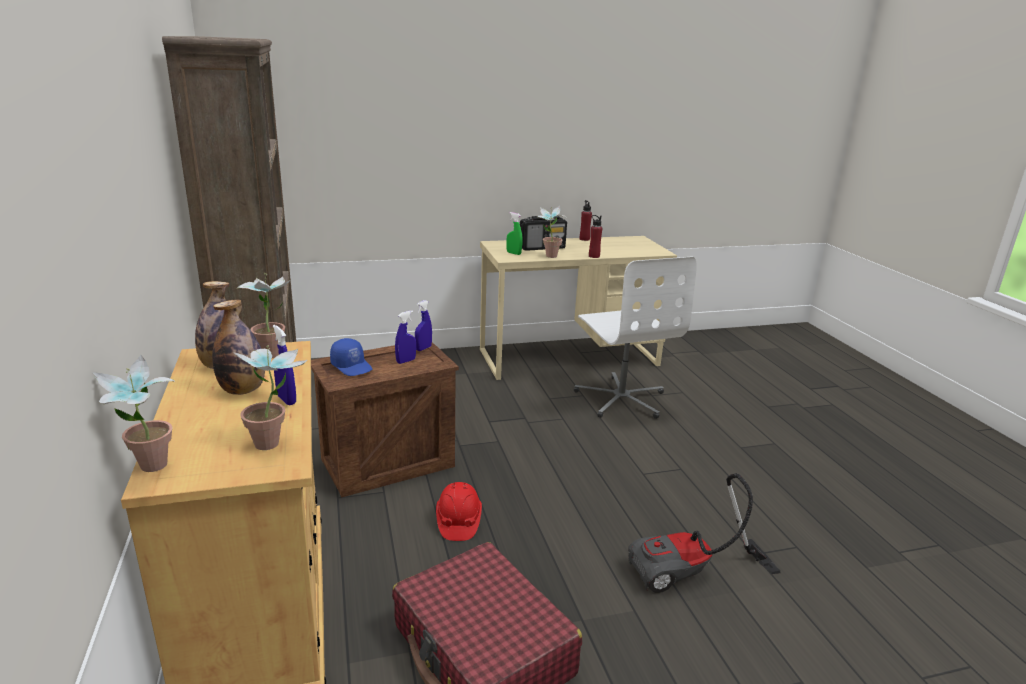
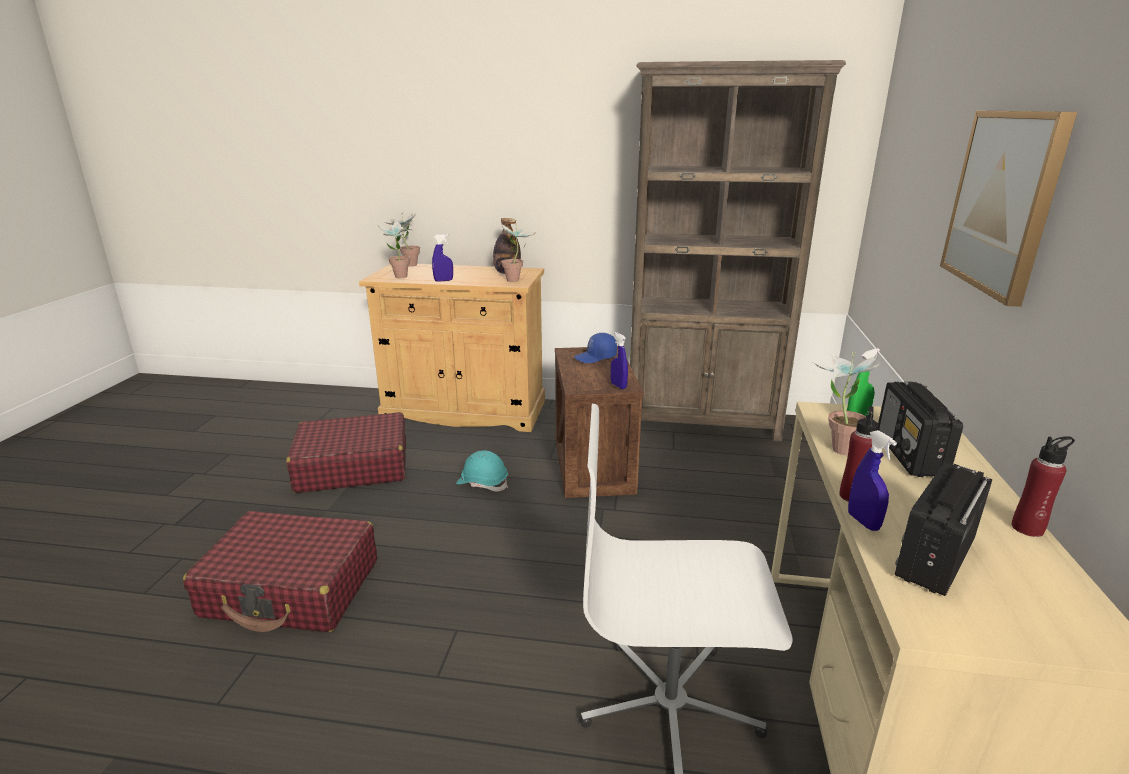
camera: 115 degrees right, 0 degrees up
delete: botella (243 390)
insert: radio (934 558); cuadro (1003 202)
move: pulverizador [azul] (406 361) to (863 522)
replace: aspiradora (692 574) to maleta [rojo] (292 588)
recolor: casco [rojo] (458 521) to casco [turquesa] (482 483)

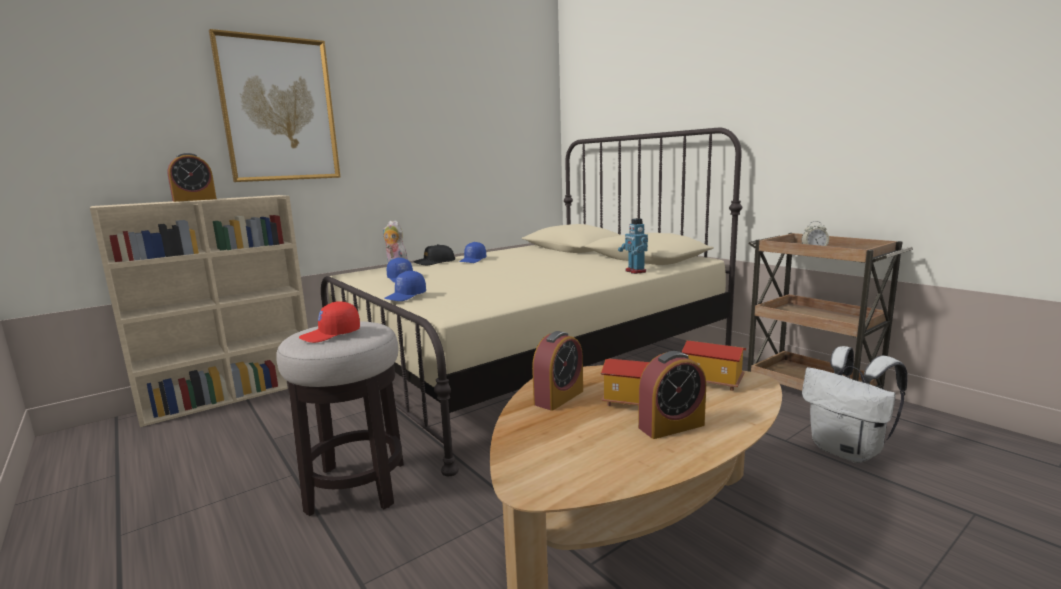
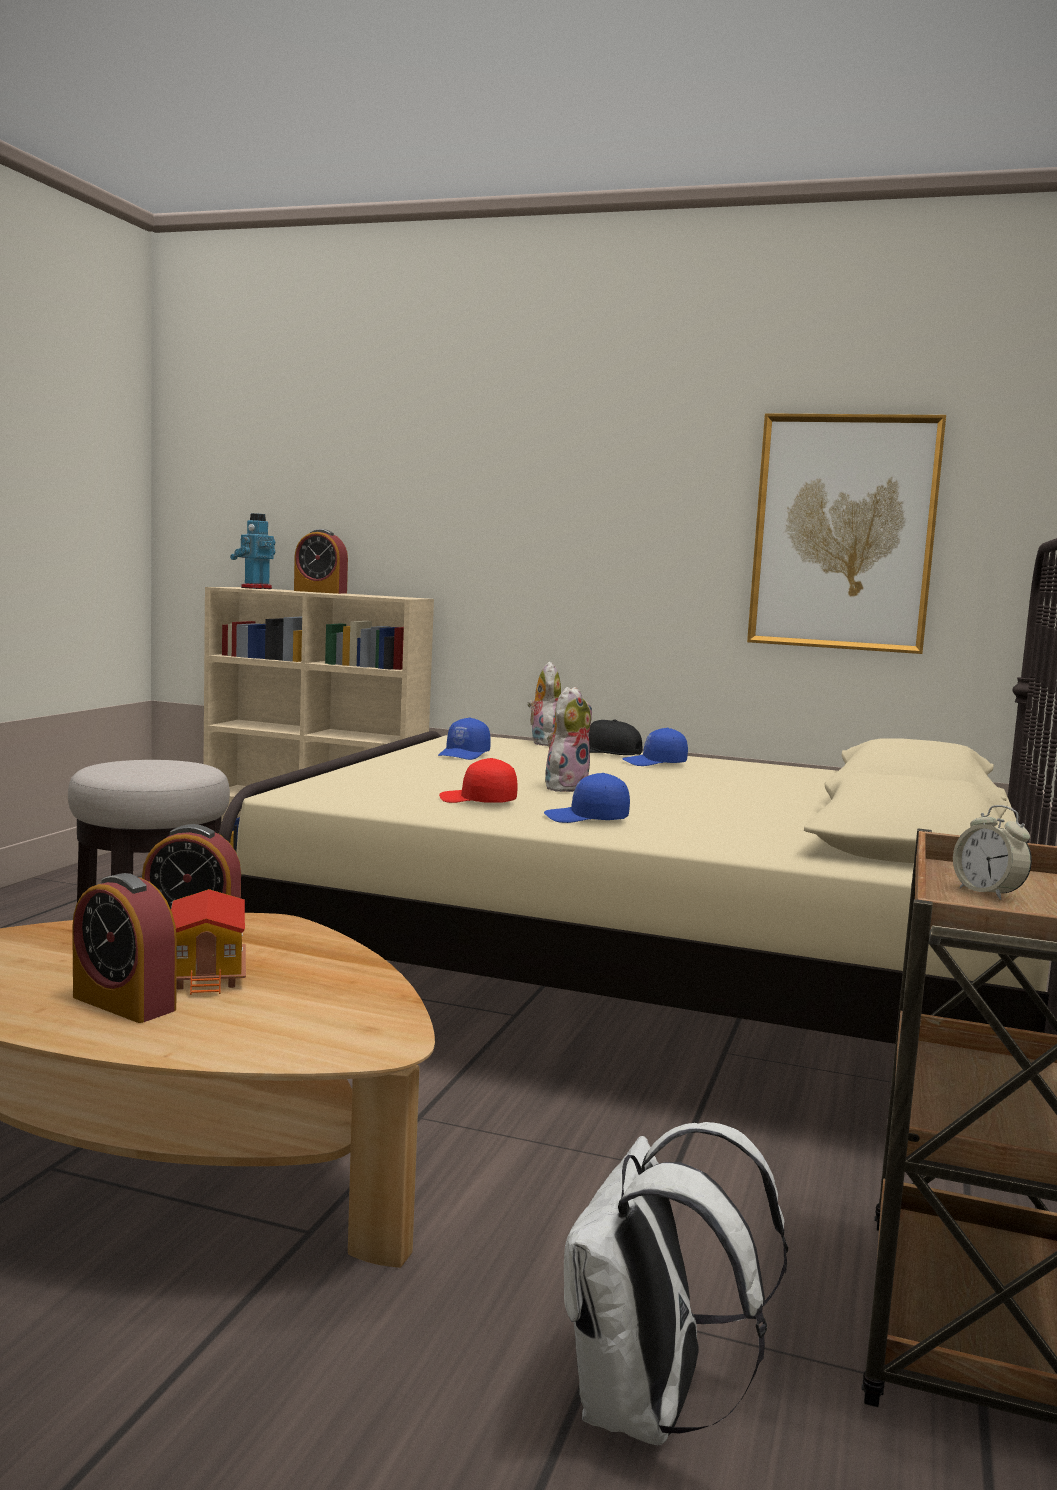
camera: 55 degrees right, 5 degrees down
delete: casita (712 381)
insert: peluche (565 787)
move: cuadro (279 110) to (843 533); gorra [rojo] (331 335) to (477 801); gorra [azul] (406 296) to (586 819); robot de juguete (635 271) to (255 588)

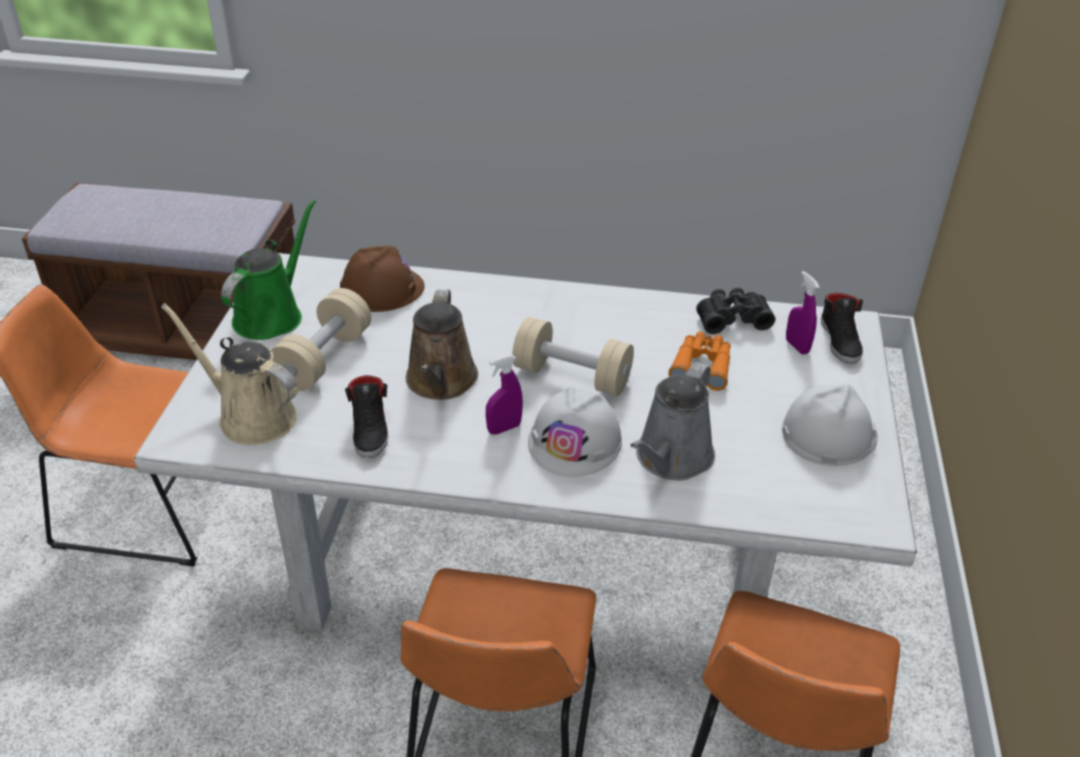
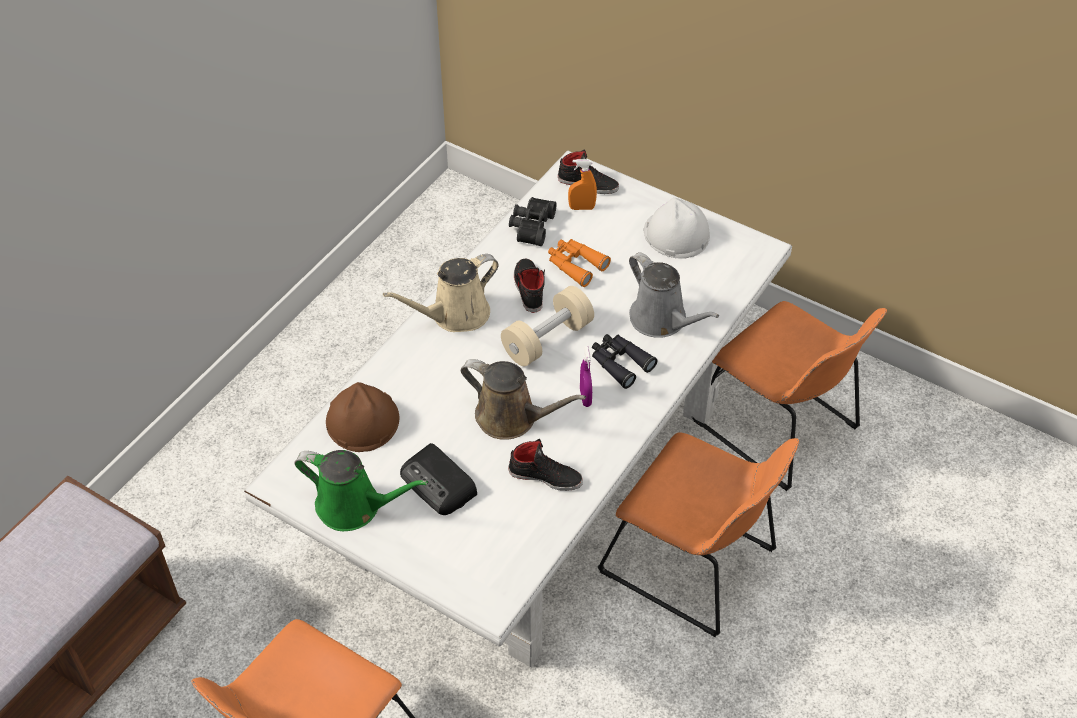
camera: 65 degrees left, 10 degrees up
insert: zapato [negro] (528 288)
move: regadera [beis] (251 416) to (455 315)
replace: mancuerna [beis] (324 358) to radio (439 484); casco [blanco] (575 442) to prismáticos [negro] (619 363)
recolor: pulverizador [morado] (797 346) to pulverizador [naranja] (582 208)
rotate: regadera [verde] (272 315) = (354 506) 150 degrees clockwise

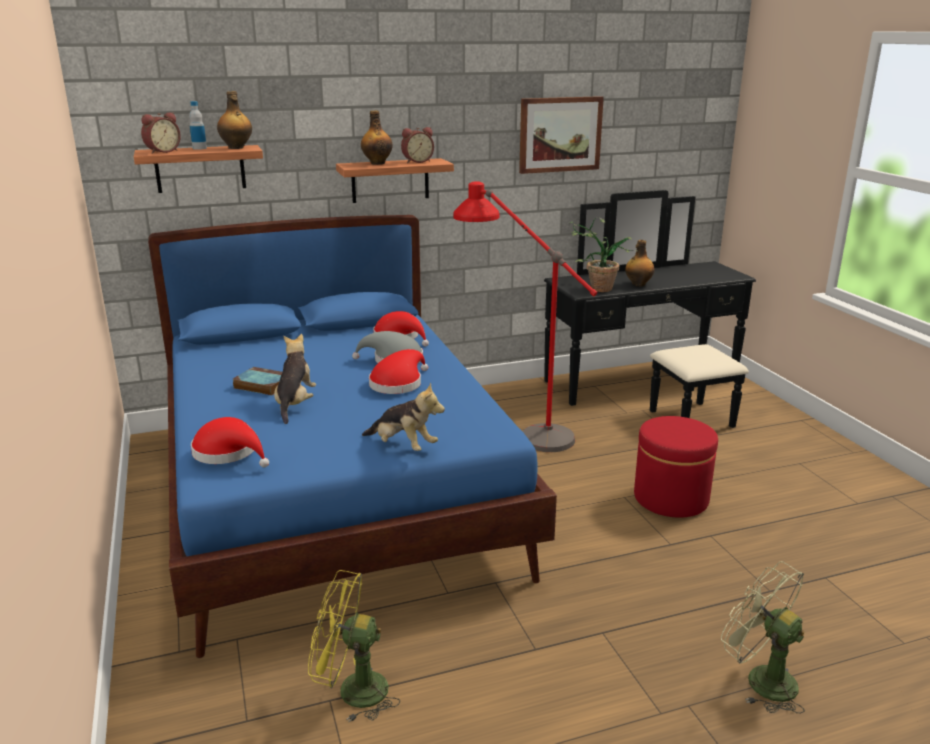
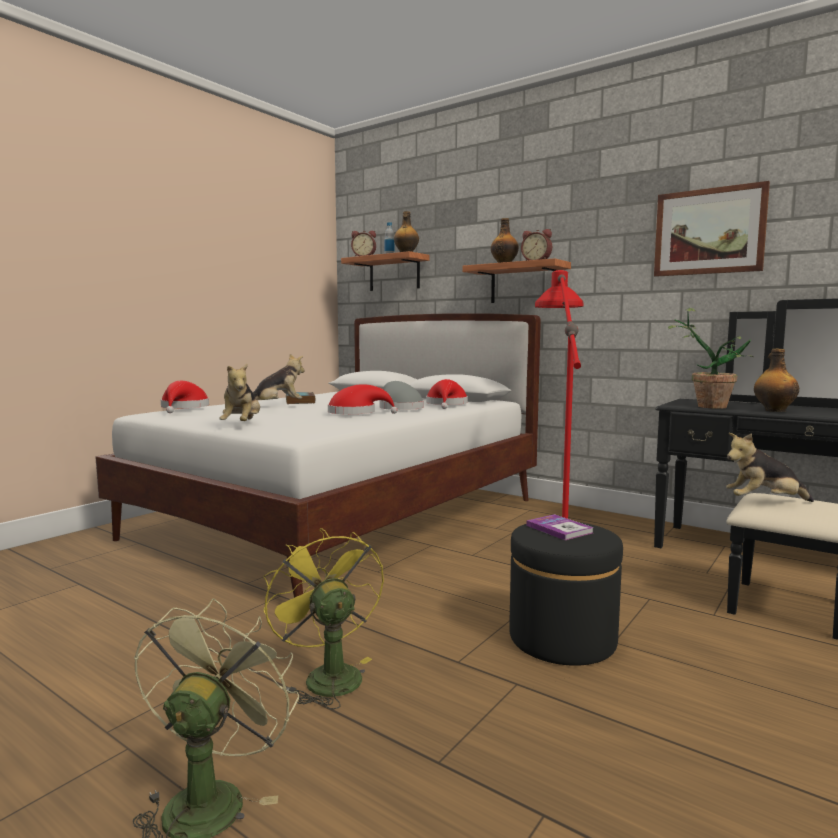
camera: 55 degrees right, 15 degrees down
insert: libro (559 529); peluche (764 502)
move: ventilador [amarillo] (352 691) to (326 675)
recolor: cama [azul] (335 494) to cama [blanco] (343 518); puf [rojo] (671 498) to puf [negro] (562 639)

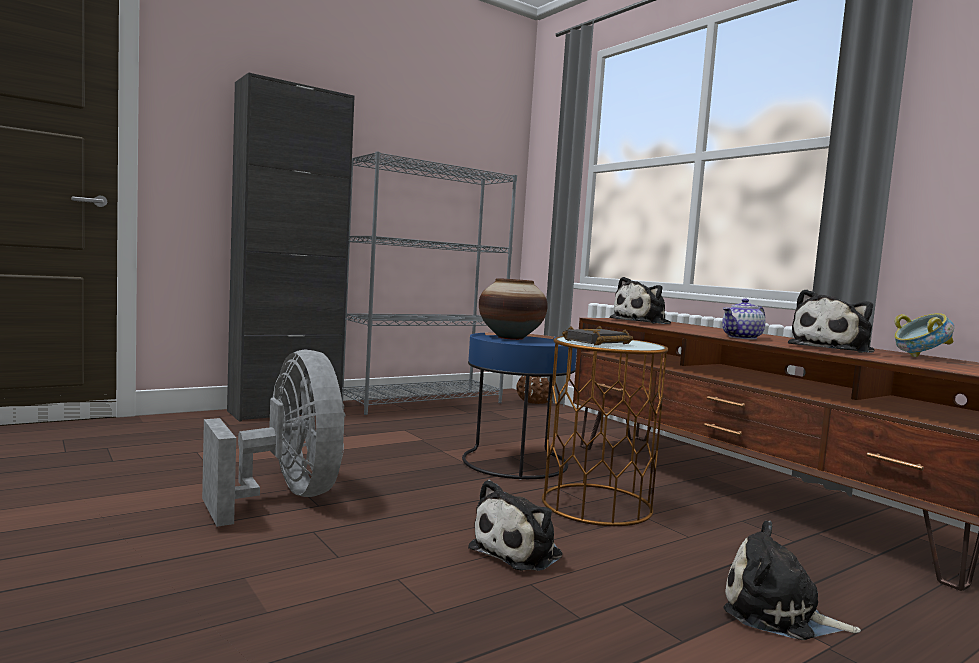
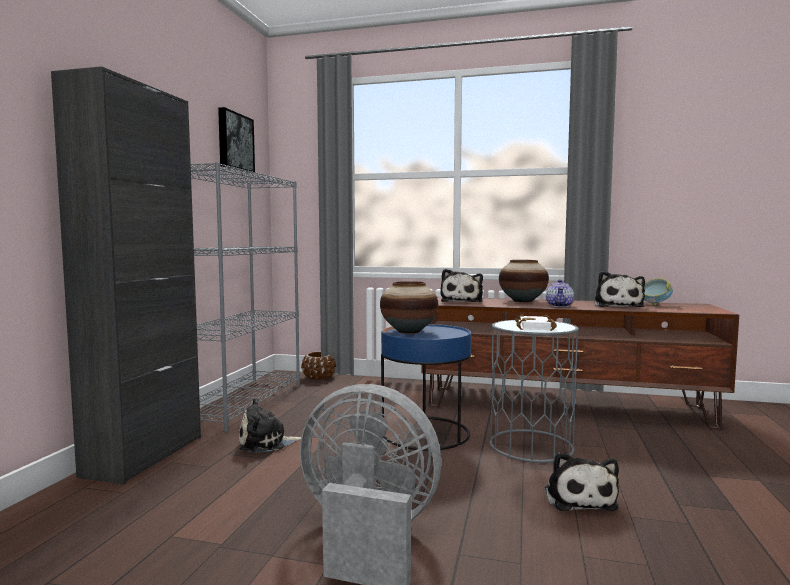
camera: 40 degrees left, 0 degrees up
insert: cuadro (234 142); florero (522 301)
move: peluche (778 614) to (266 443)
recolor: mesa auxiliar [marrón] (597 504) to mesa auxiliar [gris] (531 445); libro [negro] (597 342) to libro [blanco] (537 327)

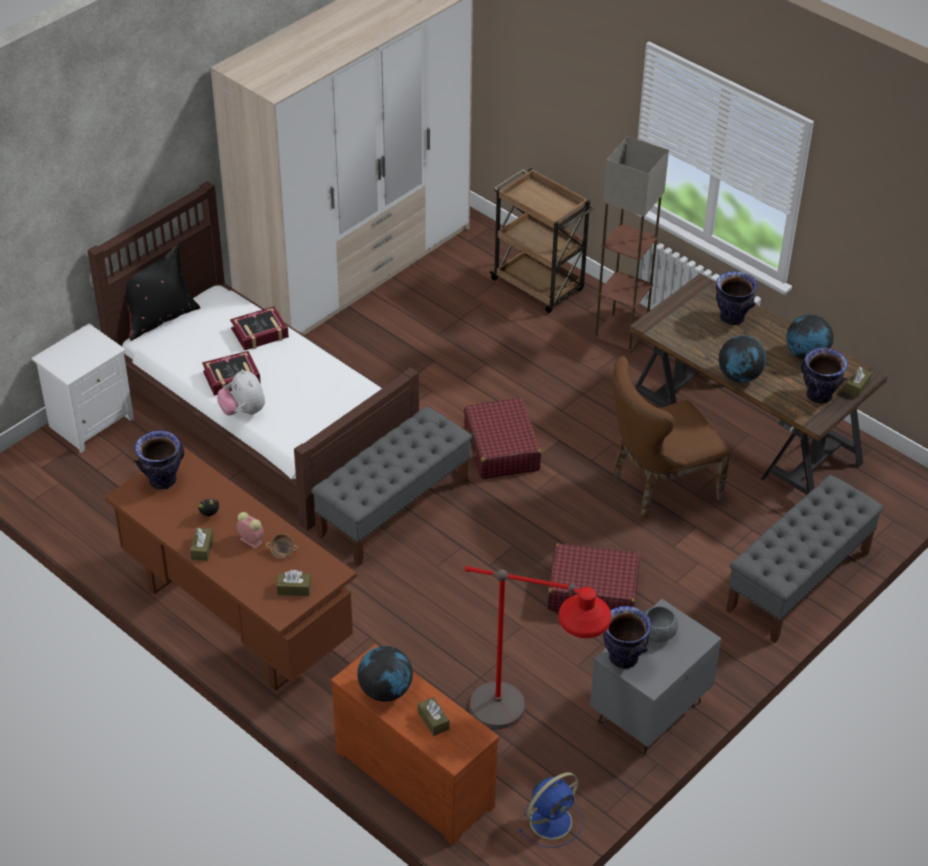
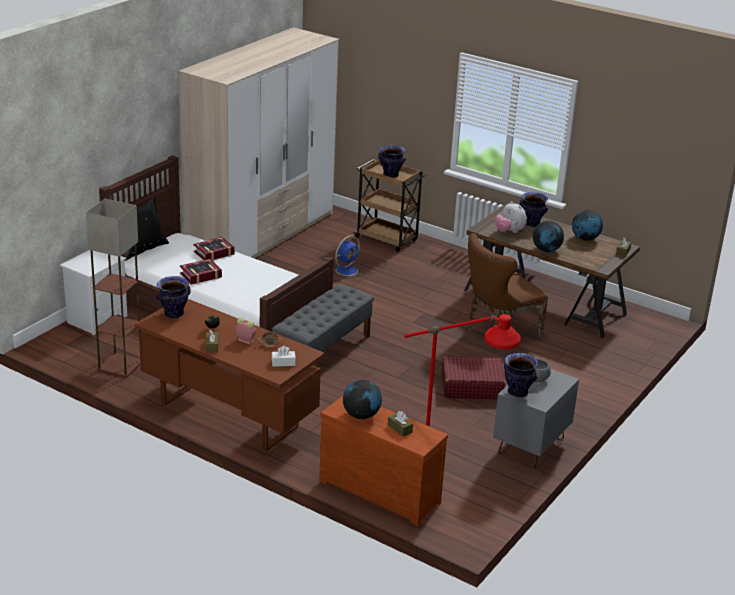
camera: 10 degrees left, 15 degrees down
delete: maleta [rojo] (501 448); banco [gris] (798 582)
move: peluche (243 411) to (509 231); ventilador [azul] (552 820) to (347 270); lámpara de pie (620 333) to (120 365); florero (819 396) to (390 175)
recolor: caja de pañuelos [marrón] (294 589) to caja de pañuelos [blanco] (283 363)

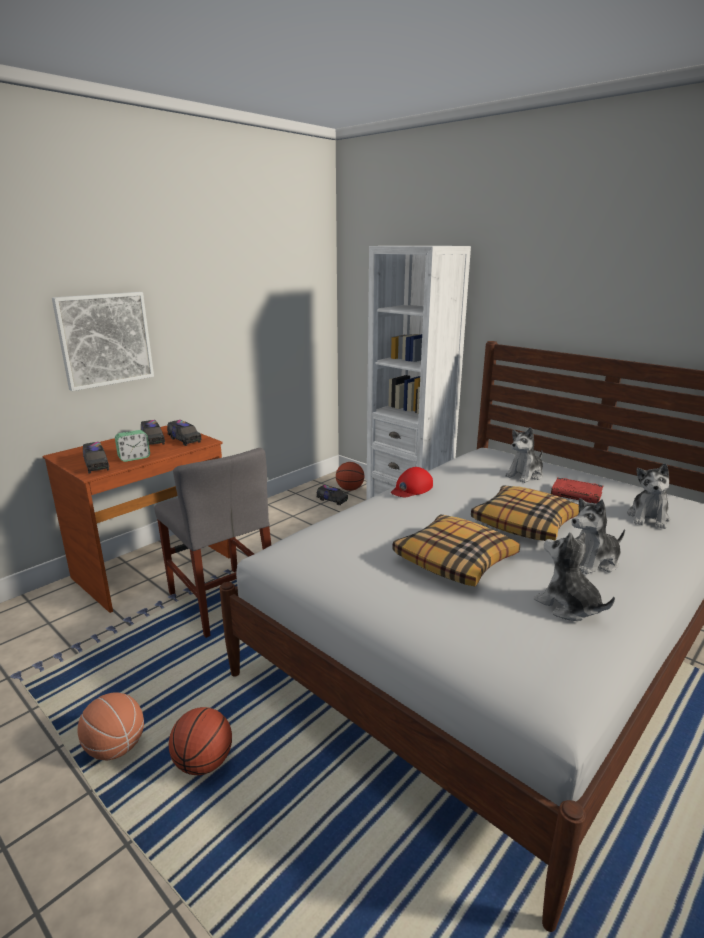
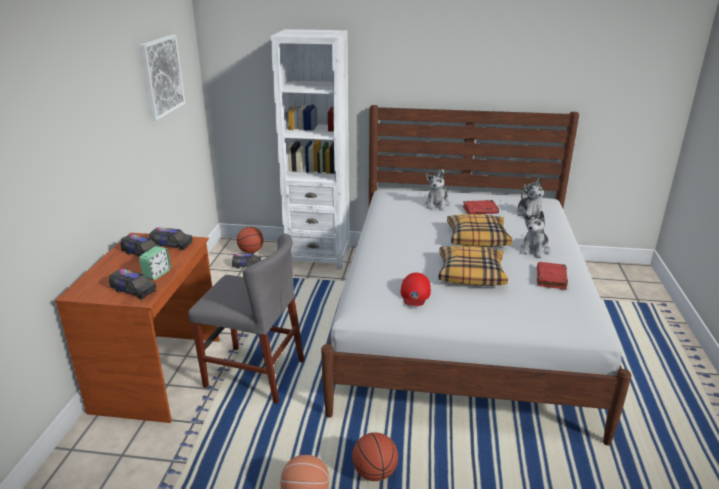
camera: 35 degrees left, 5 degrees up
move: cuadro (105 339) to (161 76); gorra [rojo] (411 488) to (415 294)
replace: peluche (568 606) to libro [rojo] (551 278)

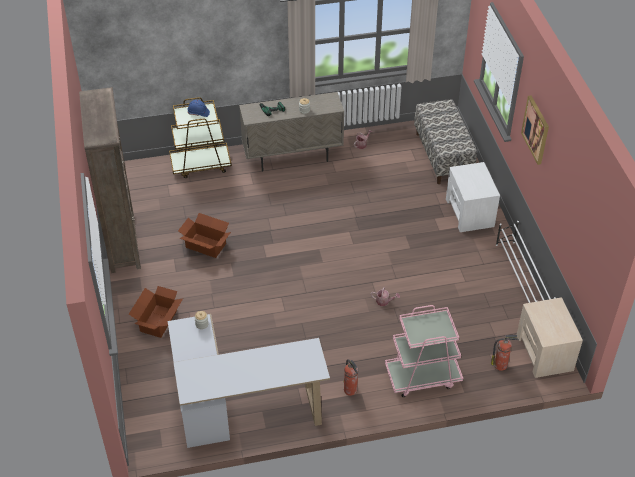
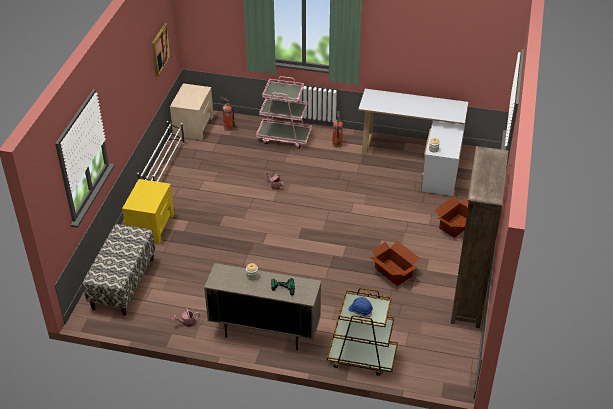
camera: 155 degrees left, 5 degrees down
move: cuadro (536 129) to (160 49)
recolor: mesita de noche [blanco] (469 213) to mesita de noche [amarillo] (151 226)

